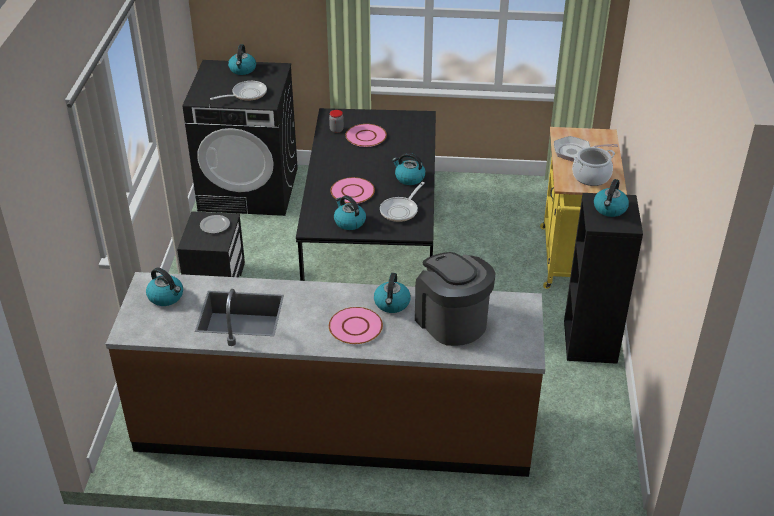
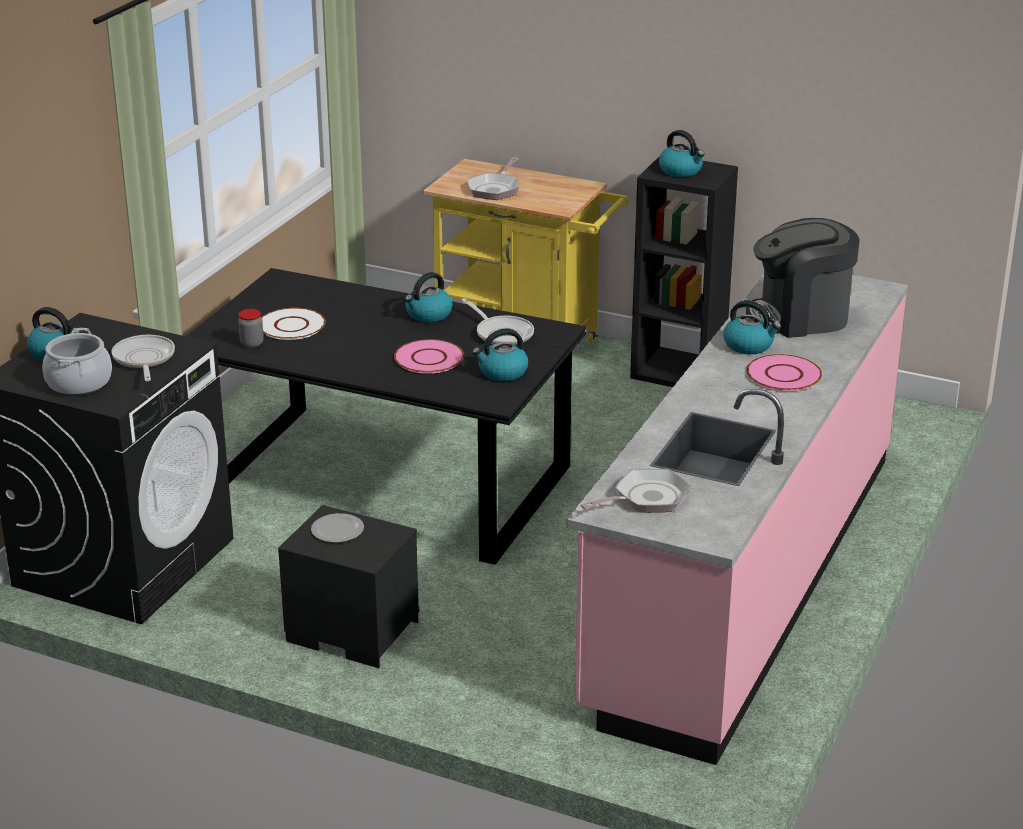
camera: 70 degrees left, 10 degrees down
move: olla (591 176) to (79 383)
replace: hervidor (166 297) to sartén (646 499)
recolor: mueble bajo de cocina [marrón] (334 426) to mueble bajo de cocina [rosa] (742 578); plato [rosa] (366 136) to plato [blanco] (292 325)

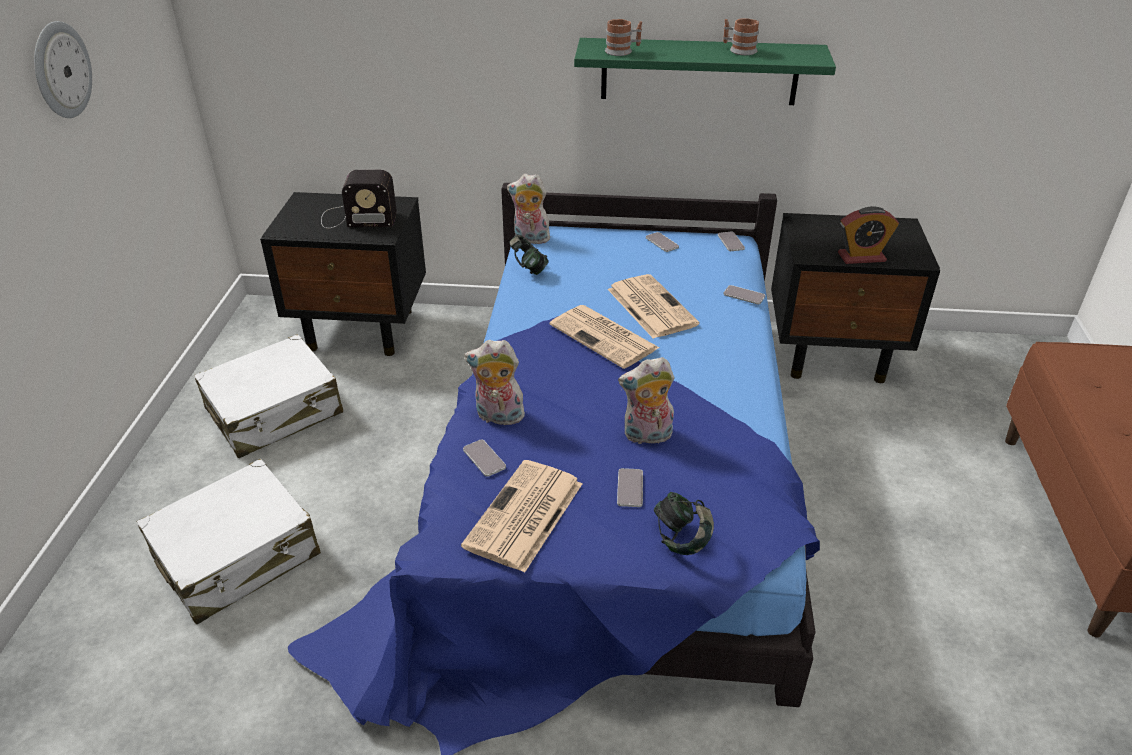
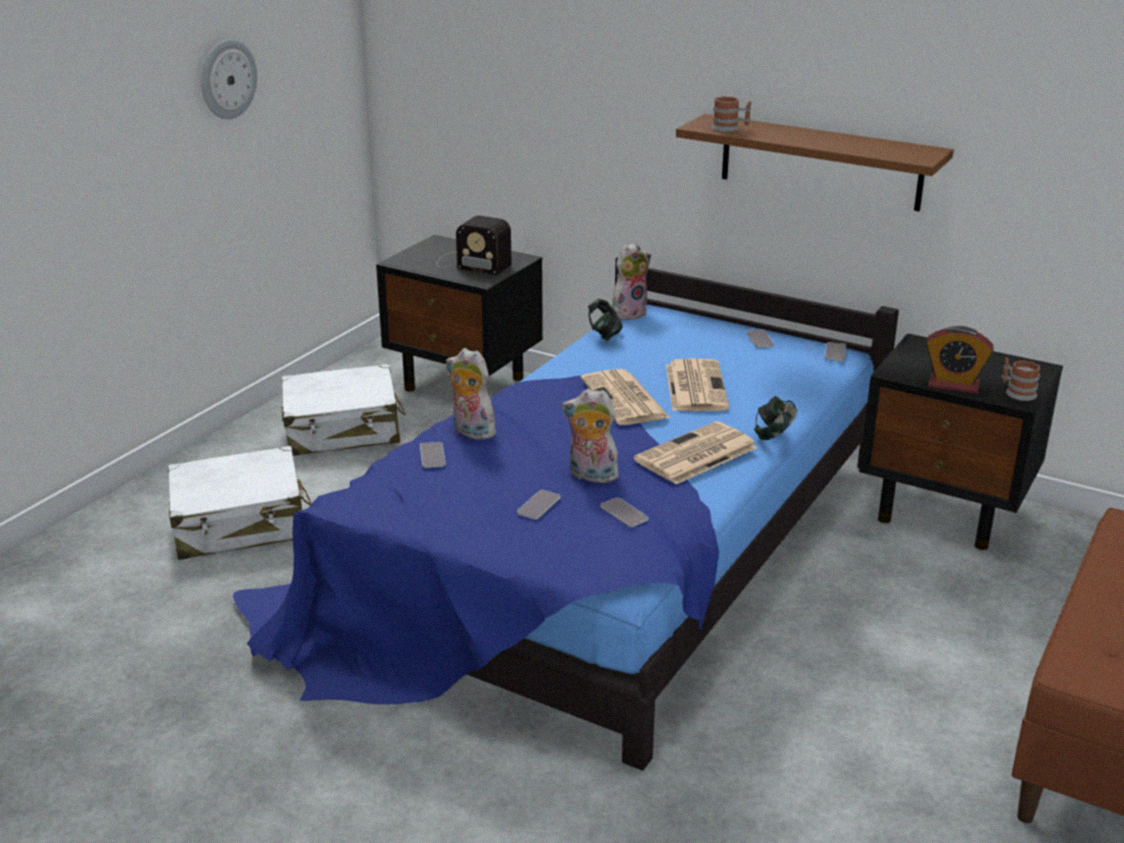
camera: 25 degrees right, 10 degrees down
move: periódico (524 516) to (695 455); auriculares (681 539) to (774 436); taza grande (738 50) to (1016 392); móvil (744 295) to (624 513)
recolor: estante [verde] (699 71) to estante [marrón] (820 162)
rotate: peluche (530 239) = (629 313) 105 degrees clockwise

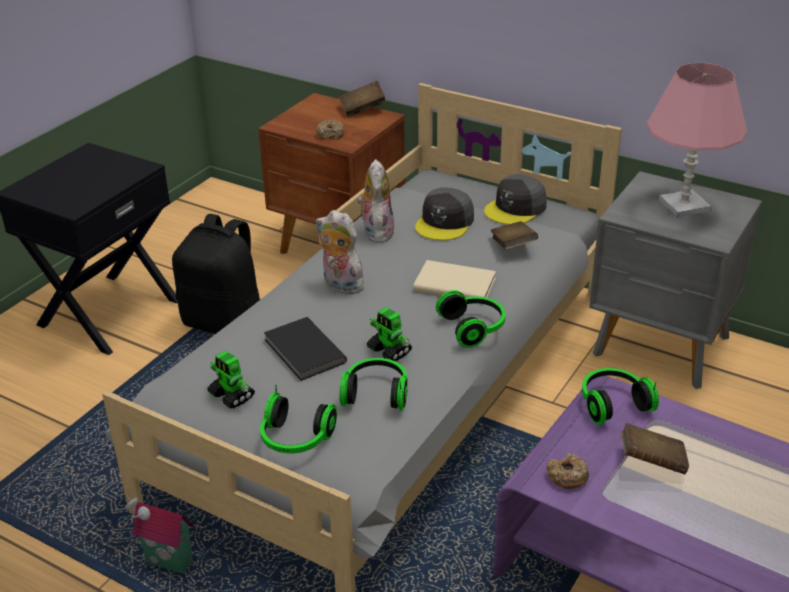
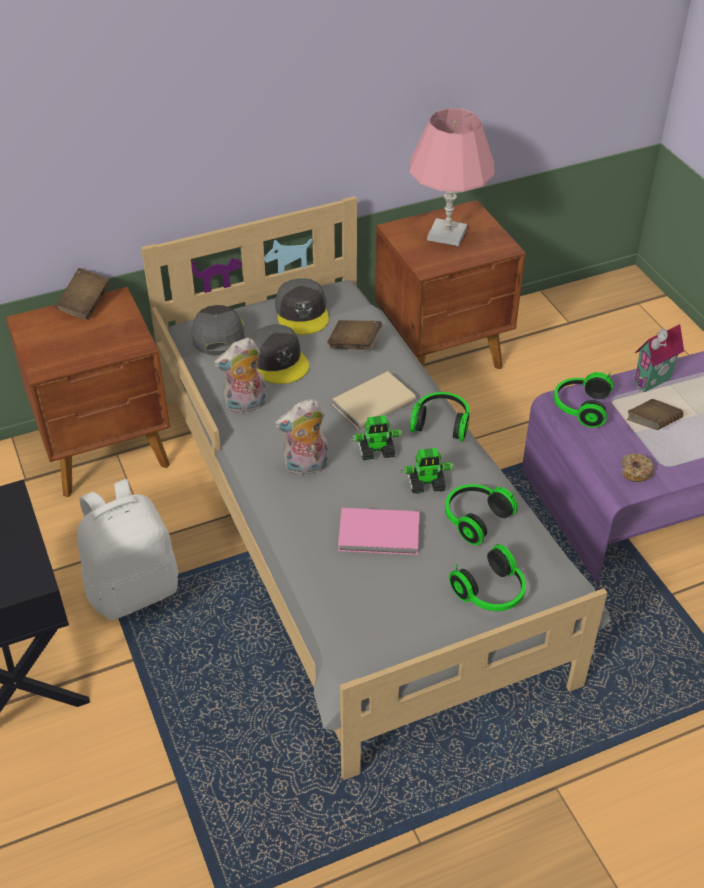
camera: 55 degrees left, 10 degrees up
delete: rosquilla (330 134)
insert: gorra [gris] (218 334)
move: casita (167 565) to (653 383); robot de juguete (232 396) to (377 451)
recolor: mochila [negro] (225 322) to mochila [blanco] (134 589); libro [negro] (303 352) to libro [rosa] (380 535); mesita de noche [gris] (662 347) to mesita de noche [marrón] (442 355)
rotate: peluche (376 231) = (245 405) 60 degrees counterclockwise

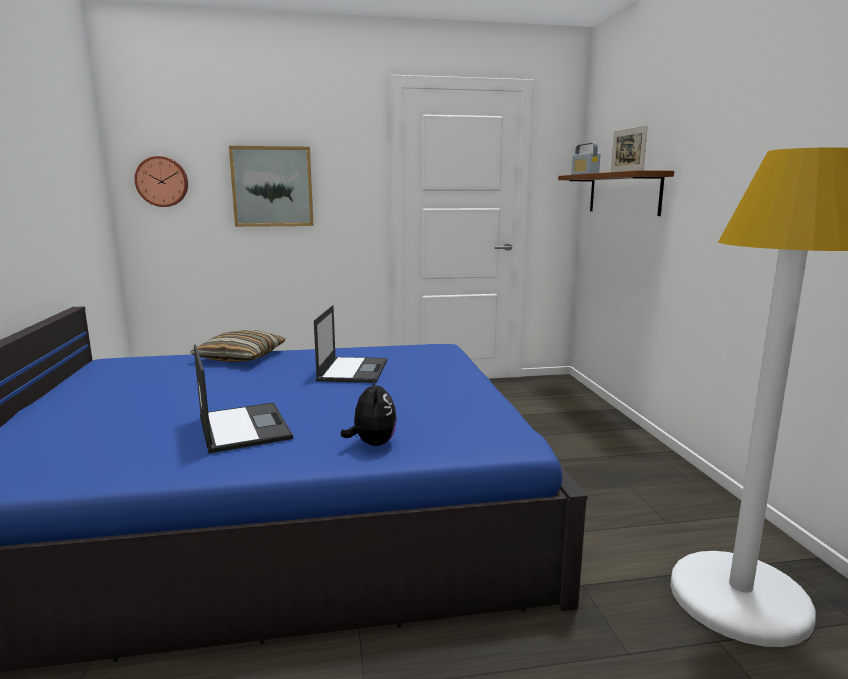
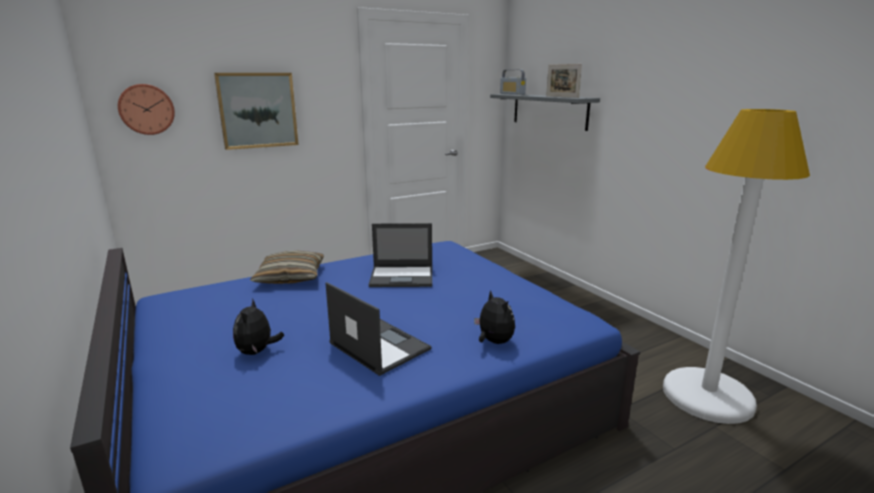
camera: 20 degrees left, 5 degrees up
insert: peluche (257 352)
recolor: estante [marrón] (623 193) to estante [gris] (549 111)
rotate: portátil (353 370) = (402 277) 105 degrees clockwise

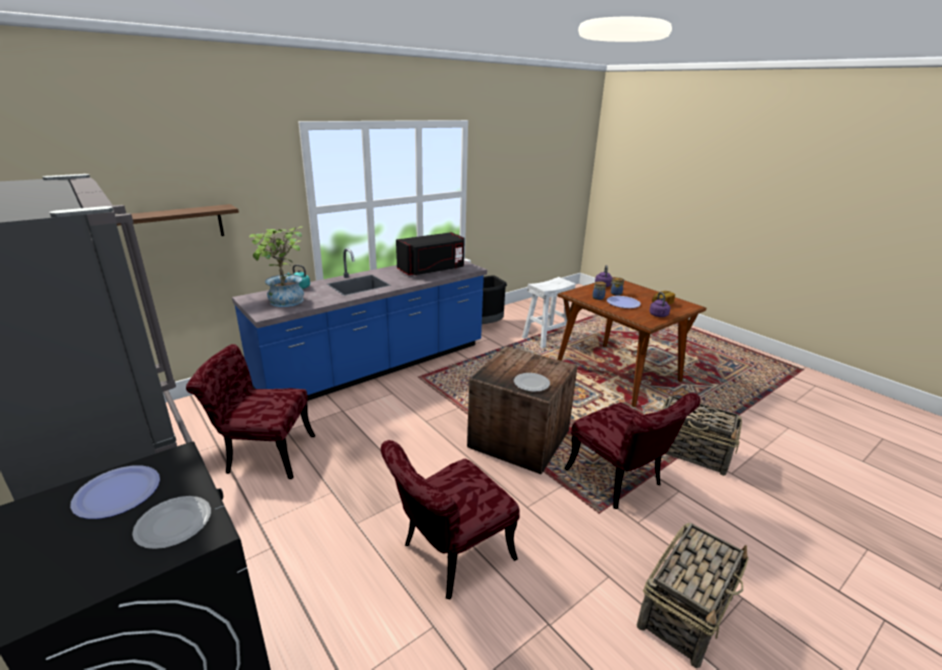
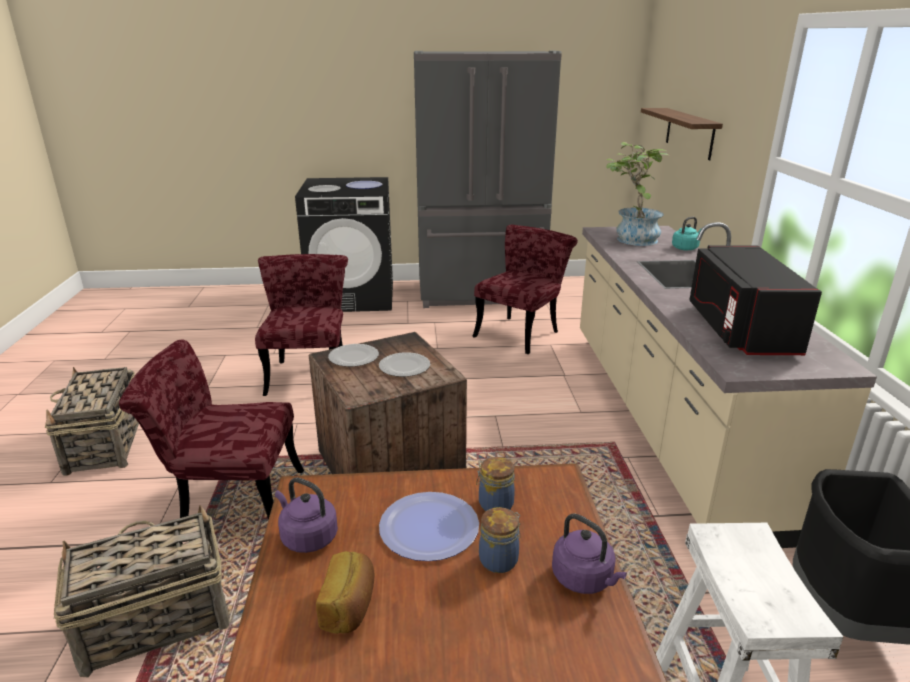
camera: 125 degrees right, 0 degrees up
insert: plato (404 366)
recolor: mueble bajo de cocina [azul] (376 367) to mueble bajo de cocina [beis] (666 418)

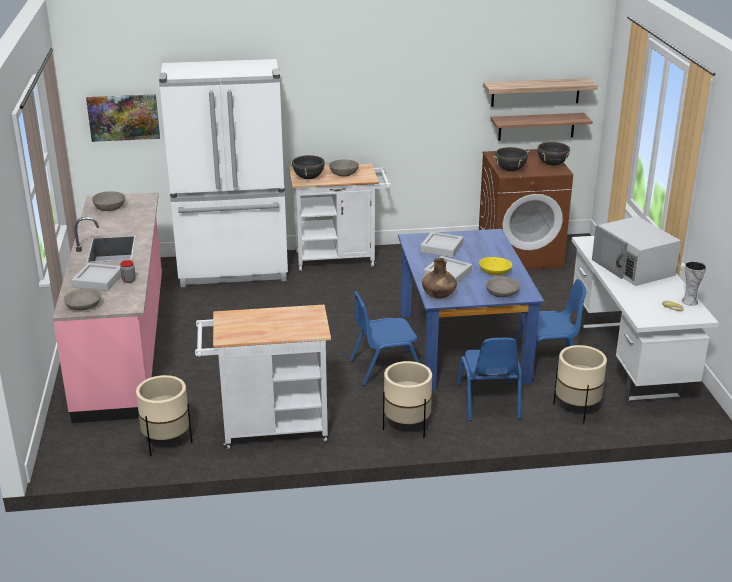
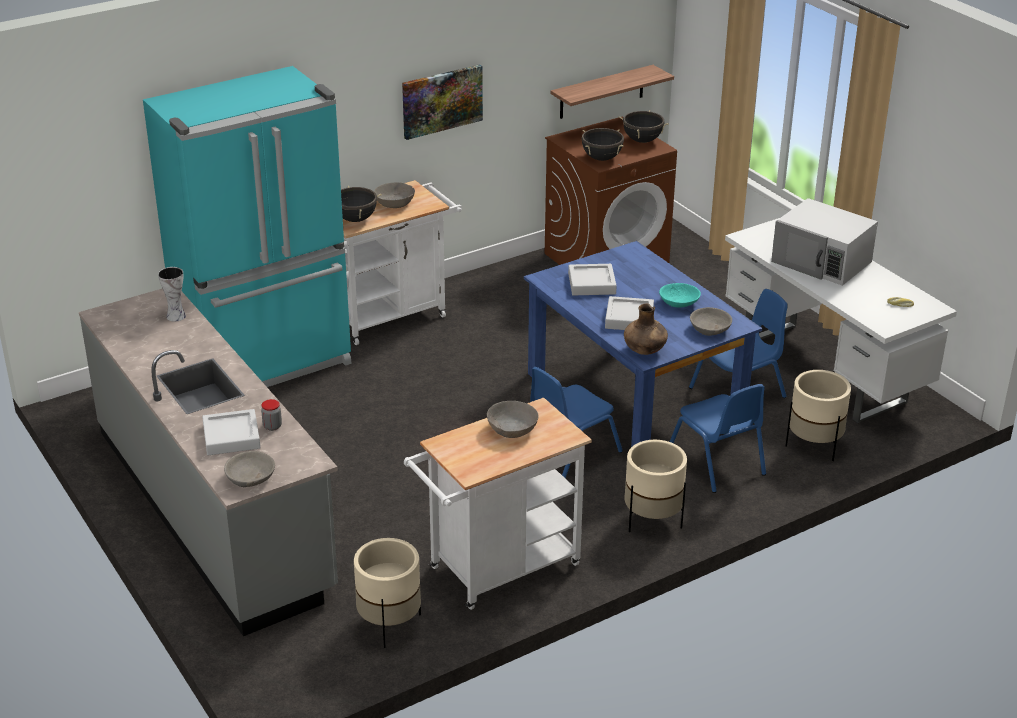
camera: 25 degrees left, 5 degrees up
delete: estante (535 92)
move: cuadro (123 117) to (442 101); cuenco [gris] (110 207) to (512 429); florero (689 301) to (175 315)
recolor: mueble bajo de cocina [rosa] (124 344) to mueble bajo de cocina [gris] (214 509); nevera [blanco] (234 270) to nevera [turquesa] (267 364); cuenco [amarillo] (495 272) to cuenco [turquesa] (679 303)

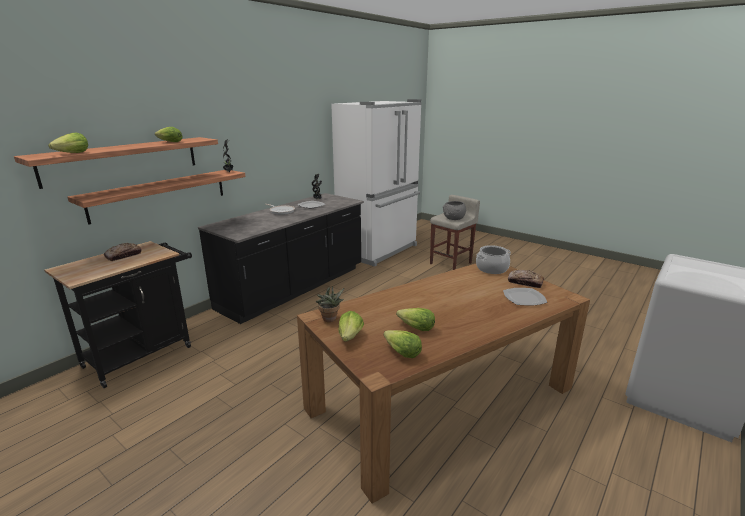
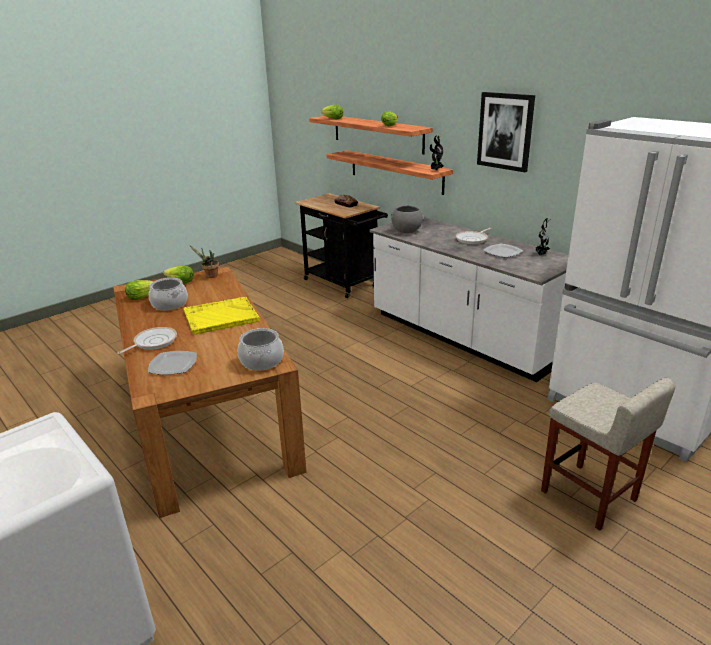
camera: 100 degrees right, 5 degrees up
delete: pan (525 282)
insert: sartén (153 342); bandeja [amarillo] (220 317); cuadro (505 131)
move: cuenco [gris] (453 219) to (406 231)
replace: lechuga (416 328) to olla (169 304)
recolor: mueble bajo de cocina [negro] (294 288) to mueble bajo de cocina [blanco] (462 337)

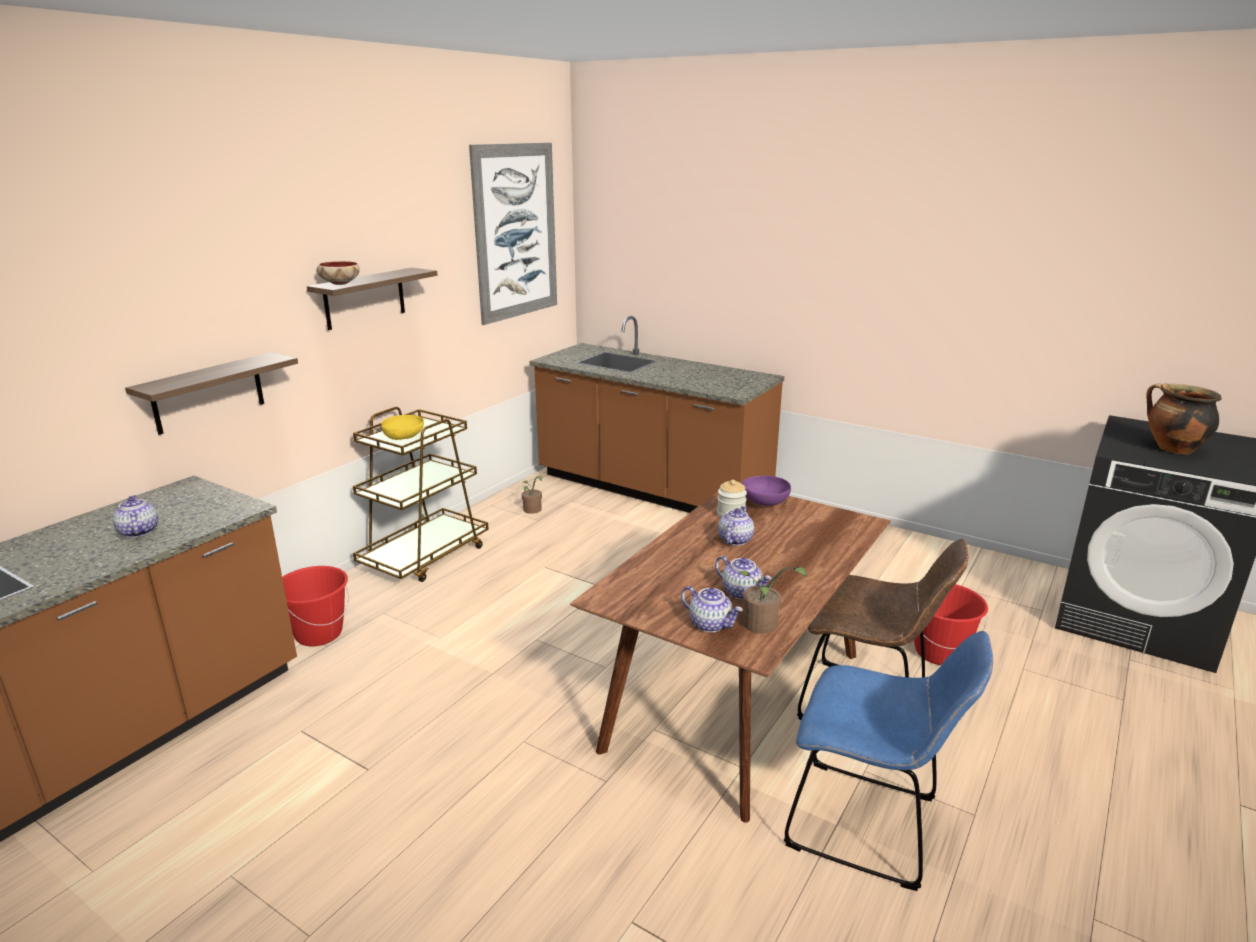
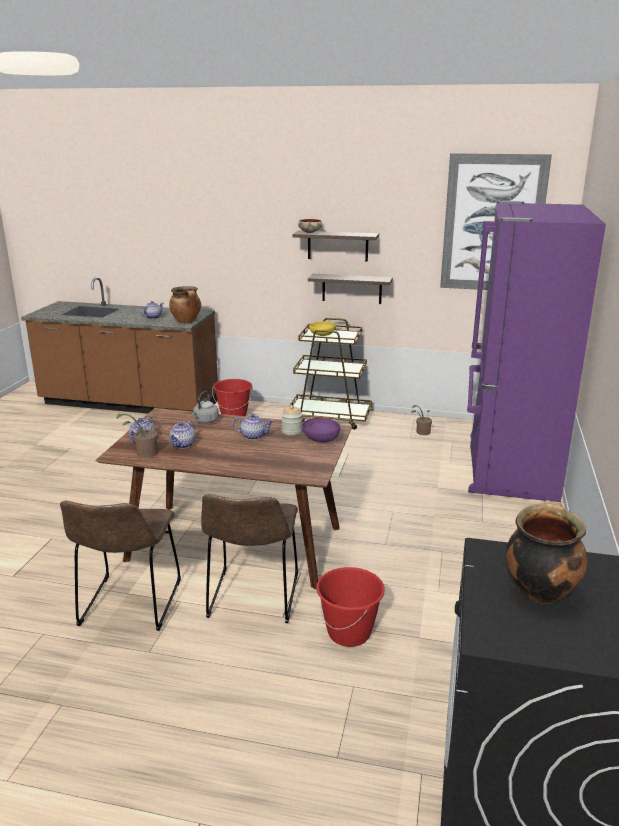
camera: 70 degrees right, 0 degrees up
insert: olla (187 321); hervidor [gris] (205 421)
move: estante (208 393) to (351 288)
replace: mueble bajo de cocina [marrón] (651 490) to nevera [morado] (508 466)
recolor: silla [azul] (871 825) to silla [marrón] (129 606)

